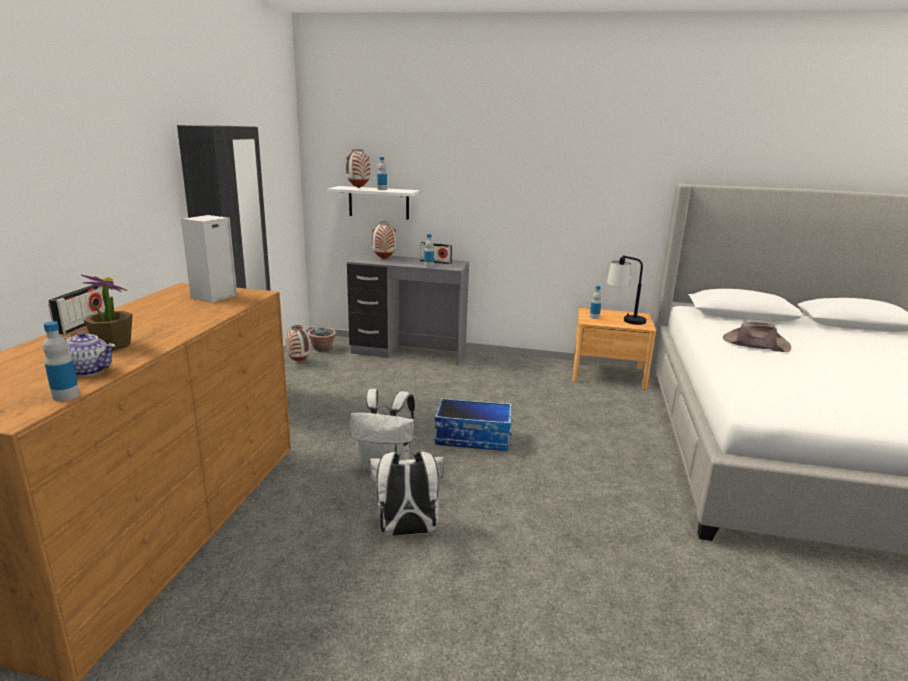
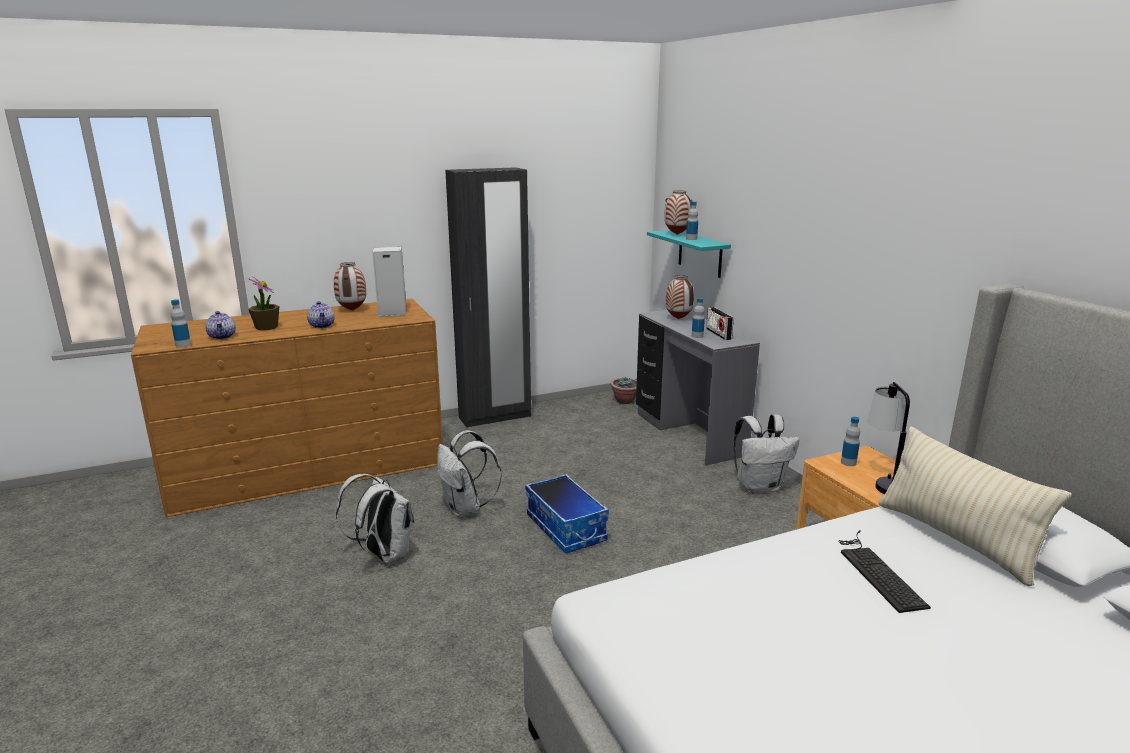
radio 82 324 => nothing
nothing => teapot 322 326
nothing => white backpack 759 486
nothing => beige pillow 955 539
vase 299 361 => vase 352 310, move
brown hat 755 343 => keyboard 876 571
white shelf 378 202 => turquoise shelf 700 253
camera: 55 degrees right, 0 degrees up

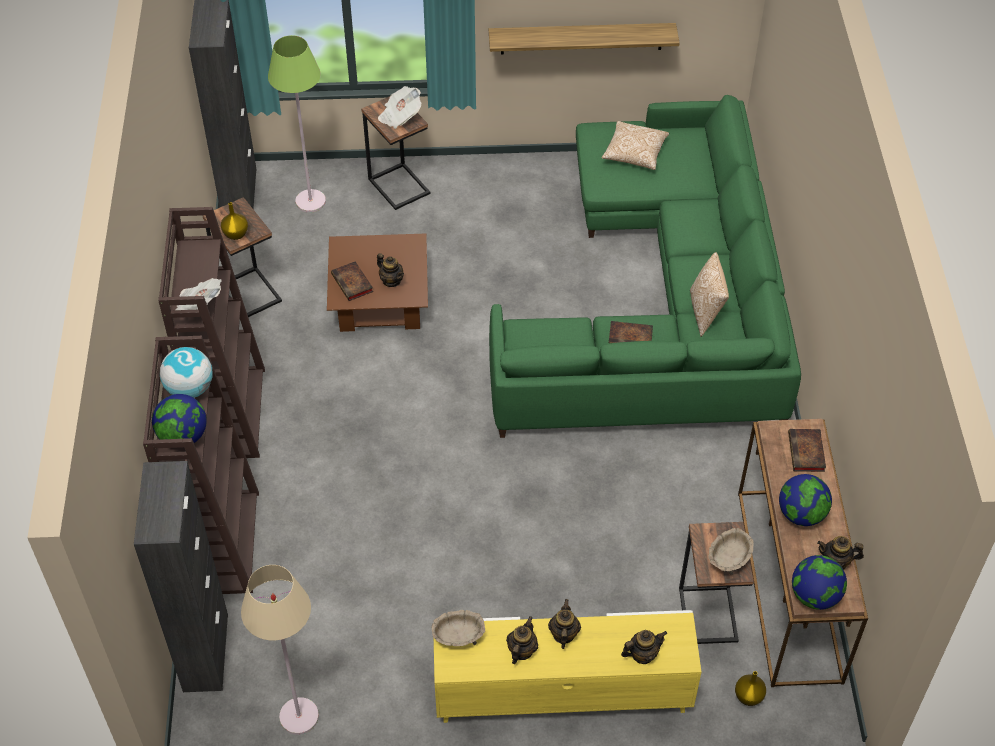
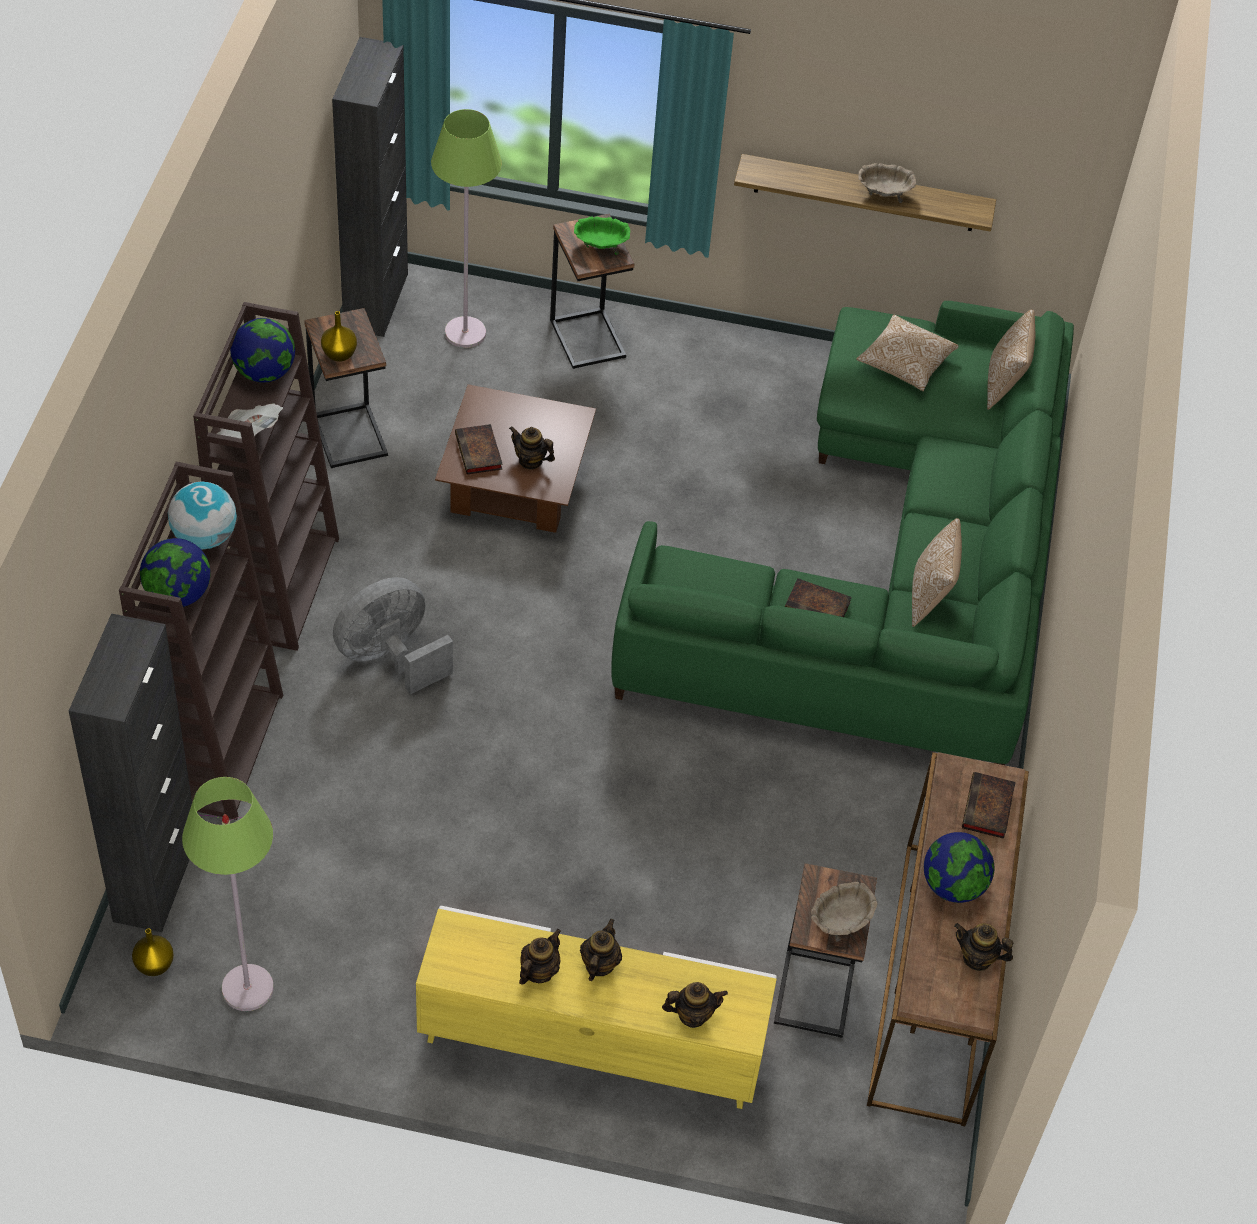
nothing => grey fan 390 658
nothing => pillow 1004 384
beige bowl 458 637 => beige bowl 884 194, move
yellow vase 749 696 => yellow vase 155 965, move
globe 815 596 => globe 264 372, move
newspaper 400 116 => green bowl 601 246
beige floor lamp 298 716 => green floor lamp 247 988
teapot 391 281 => teapot 530 460, 150 degrees clockwise
camera: 10 degrees right, 0 degrees up

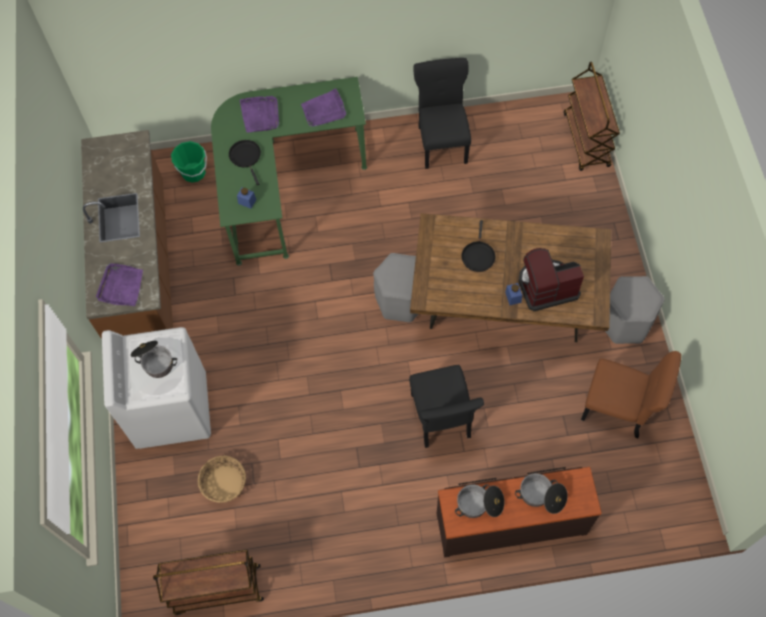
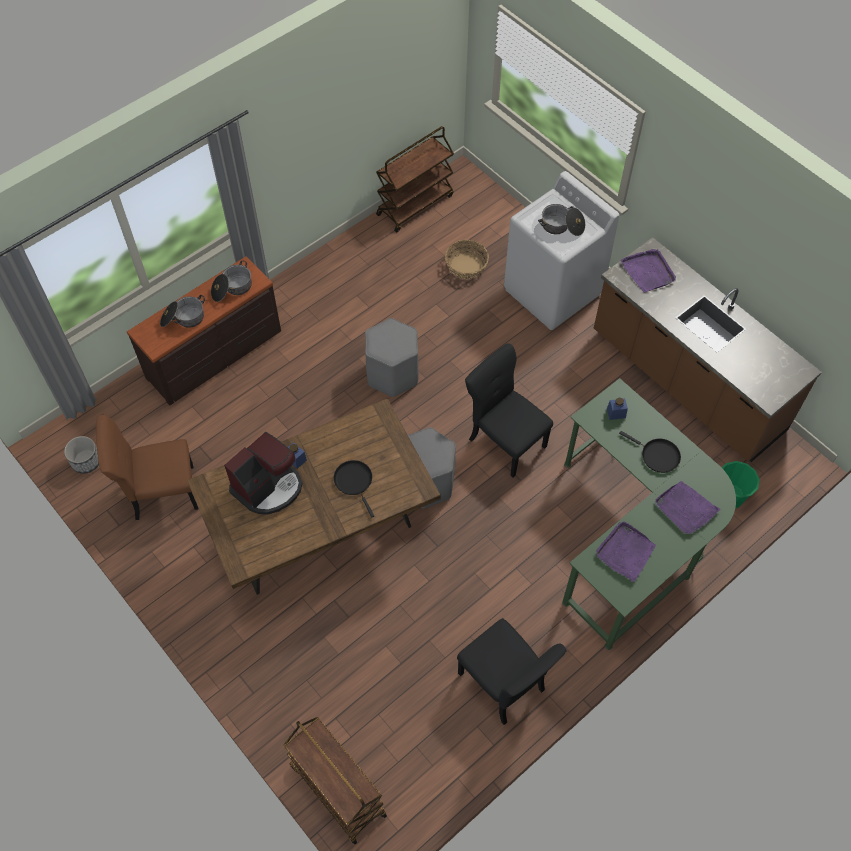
nothing => planter 86 461
black chair 441 419 => black chair 505 441, move
grey stool 625 323 => grey stool 392 374, move
camera: 145 degrees right, 5 degrees down

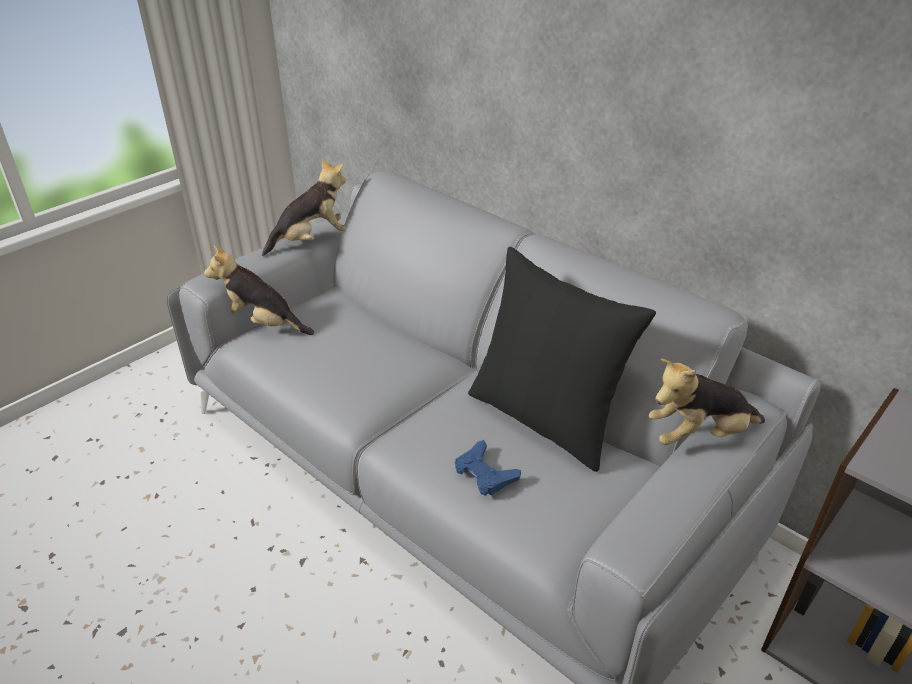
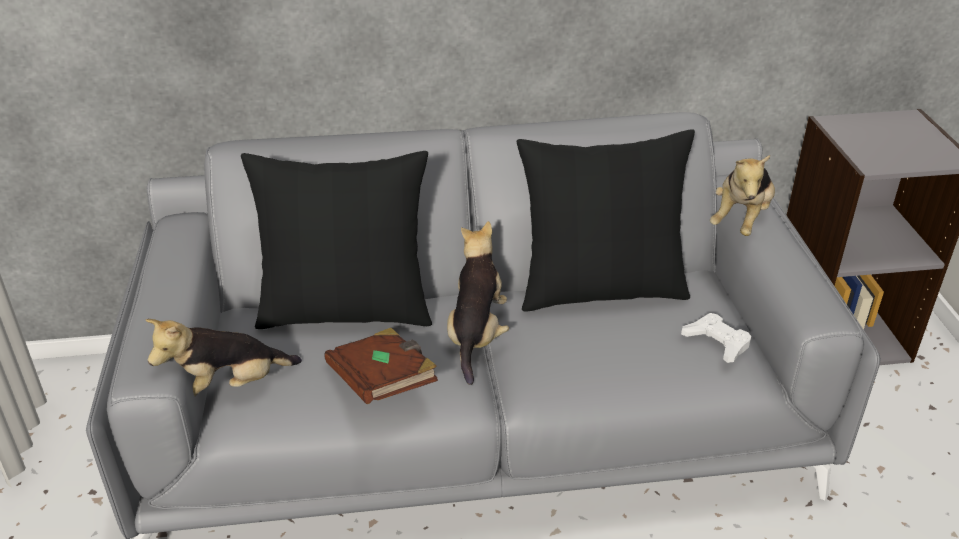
blue game controller 485 473 => nothing
nothing => black pillow 346 310
nothing => brown book 383 382
nothing => white game controller 717 342
plush toy 311 240 => plush toy 476 335, move
camera: 50 degrees left, 0 degrees up

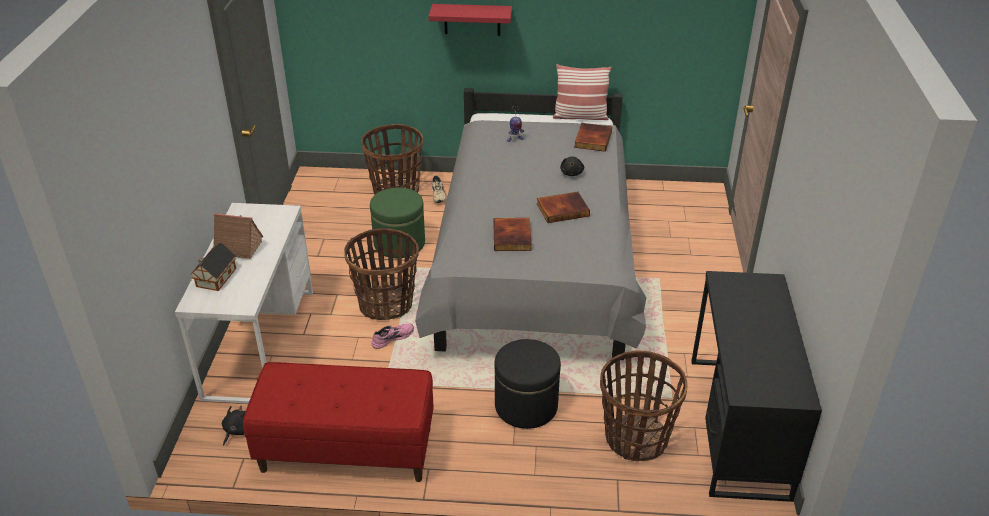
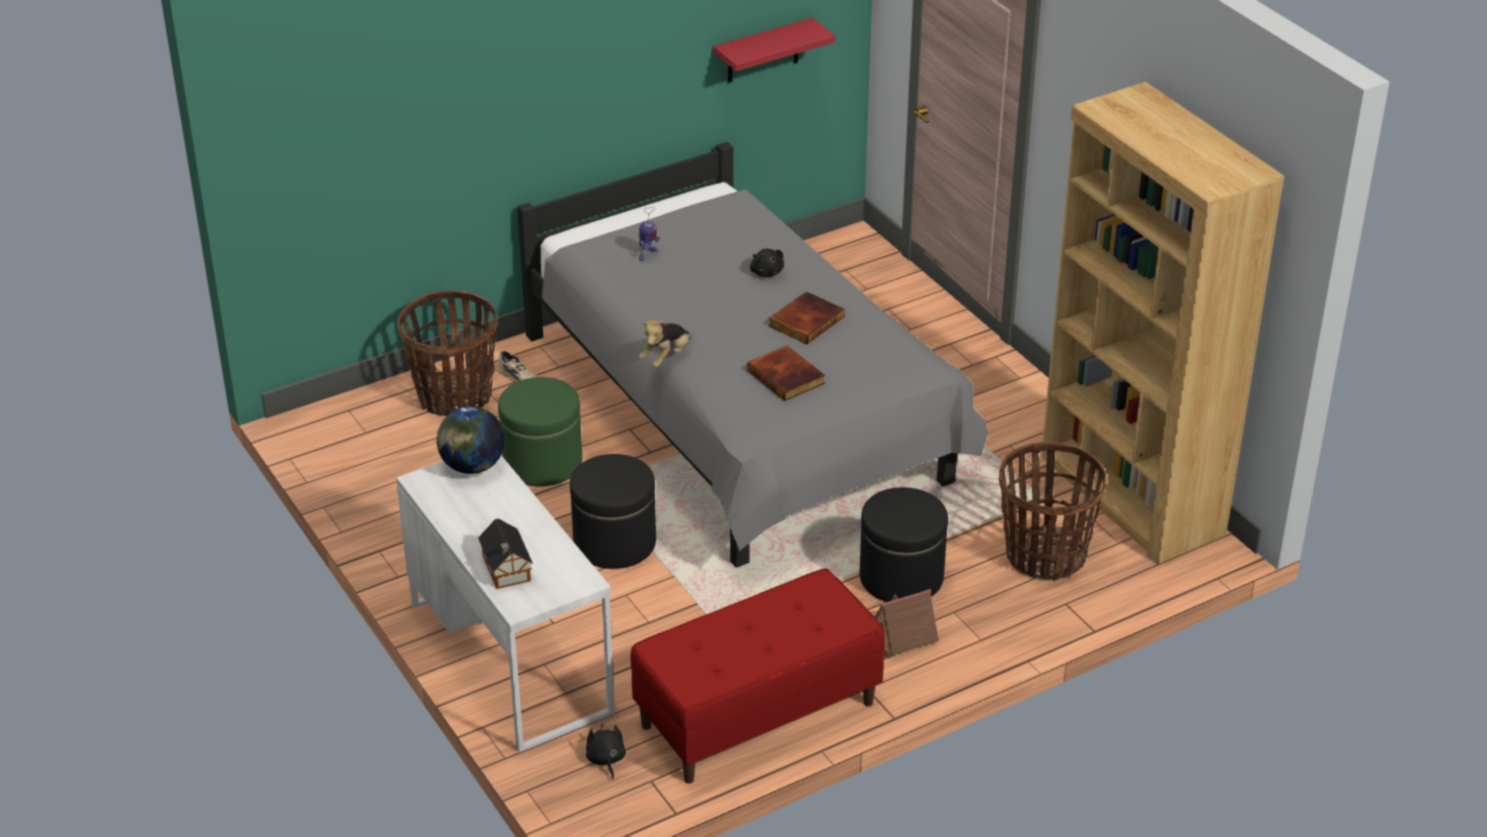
pink shoe 392 337 => nothing
pillow 580 116 => nothing
book 592 139 => nothing
nothing => globe 472 466
nothing => plush toy 666 357
toy house 236 247 => toy house 900 639, move
red shelf 472 19 => red shelf 763 51, move
basket 386 304 => black ottoman 614 543
black desk 737 426 => brown bookcase 1130 496
camera: 35 degrees left, 0 degrees up

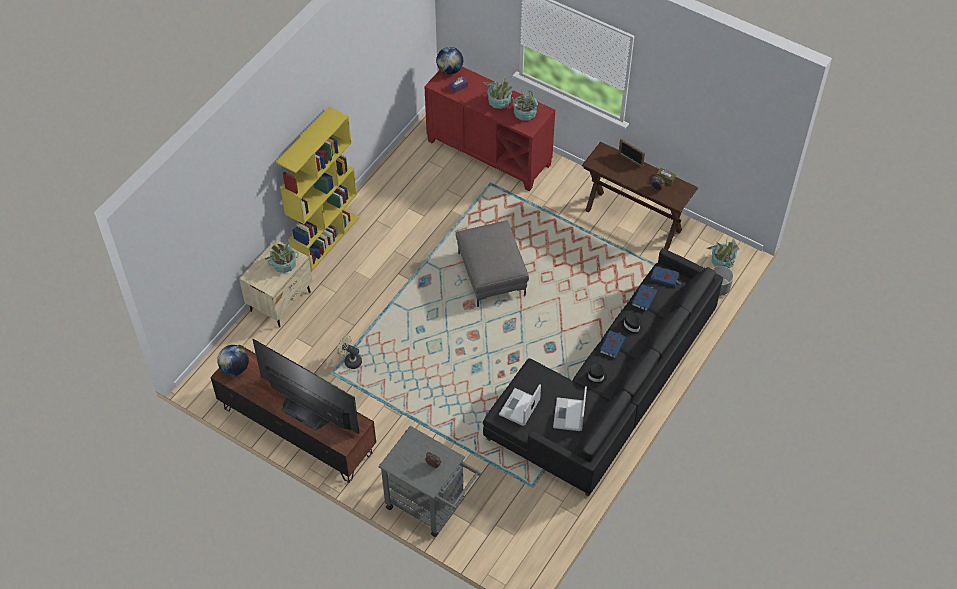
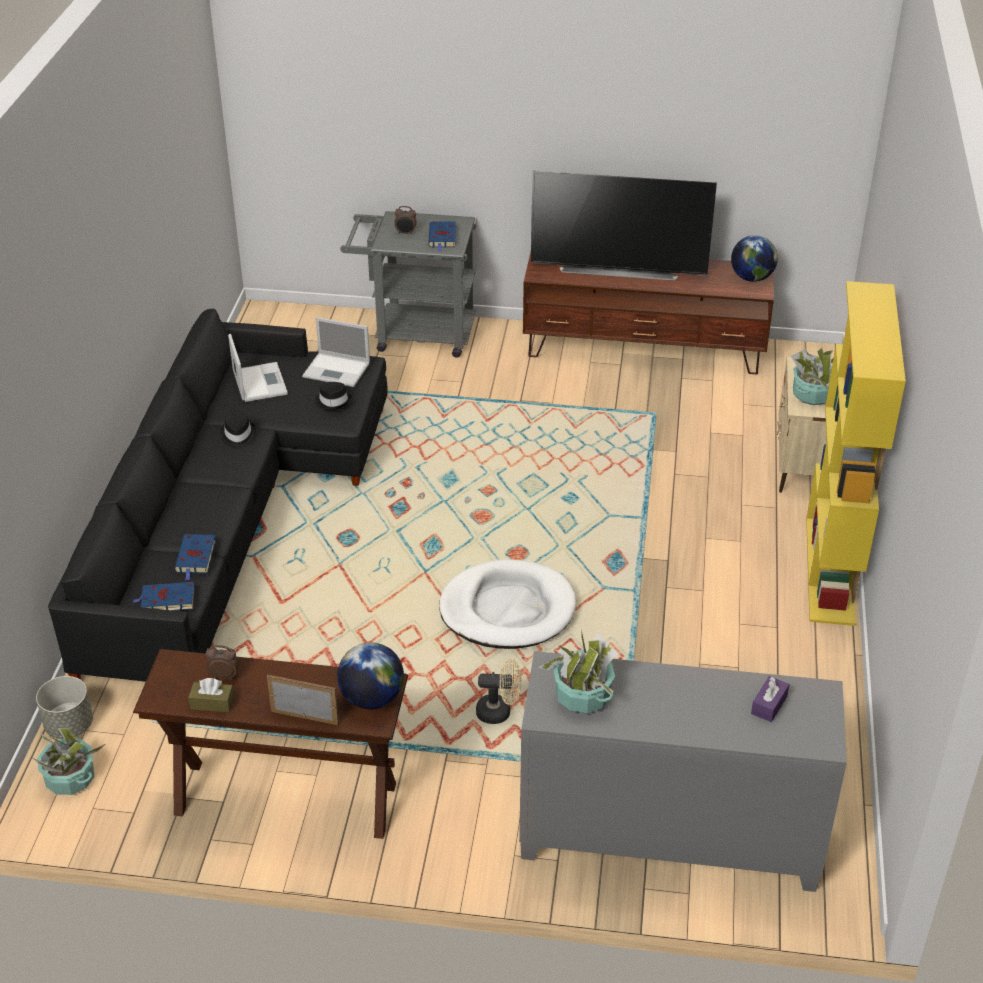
potted plant 499 101 => nothing
beige fan 350 360 => beige fan 499 712, move
globe 450 70 => globe 372 698, move
blue book 612 344 => blue book 442 238, move
black hat 632 326 => black hat 333 401, move
grey ottoman 492 275 => white dog bed 507 609
red cabinet 489 152 => grey cabinet 669 836
laptop 519 408 => laptop 337 370, 105 degrees clockwise
camera: 155 degrees right, 15 degrees down

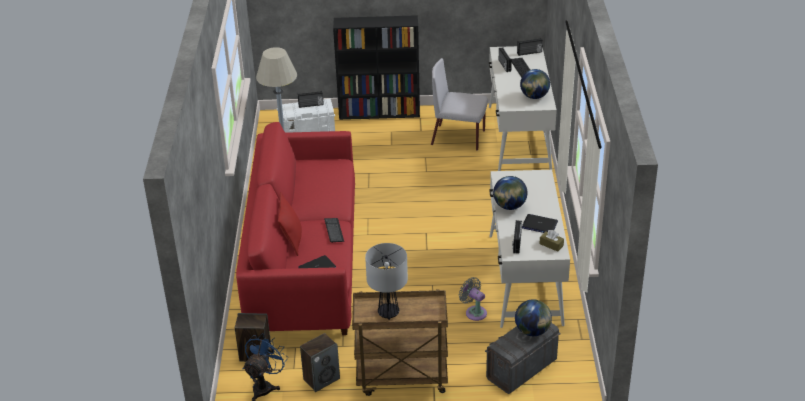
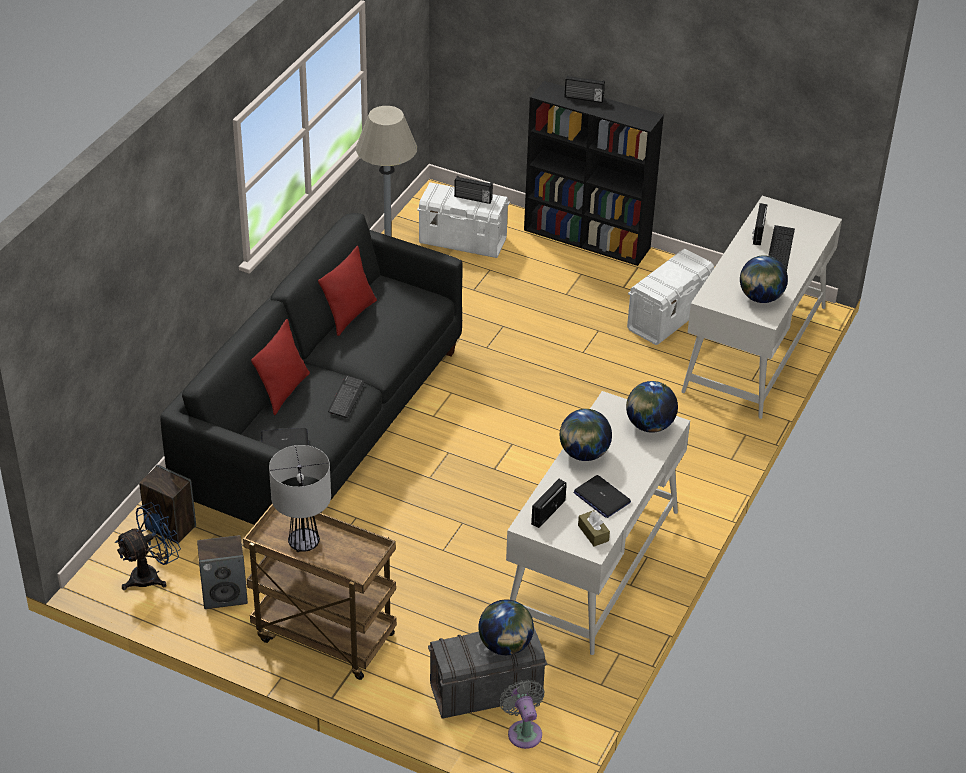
nothing => red pillow 349 315
nothing => globe 649 425
grey fan 474 312 => grey fan 523 731, move
radio 529 53 => radio 584 98, move
grey chair 459 138 => white storage box 668 317
red sofa 304 262 => black sofa 323 424
camera: 25 degrees right, 5 degrees up

